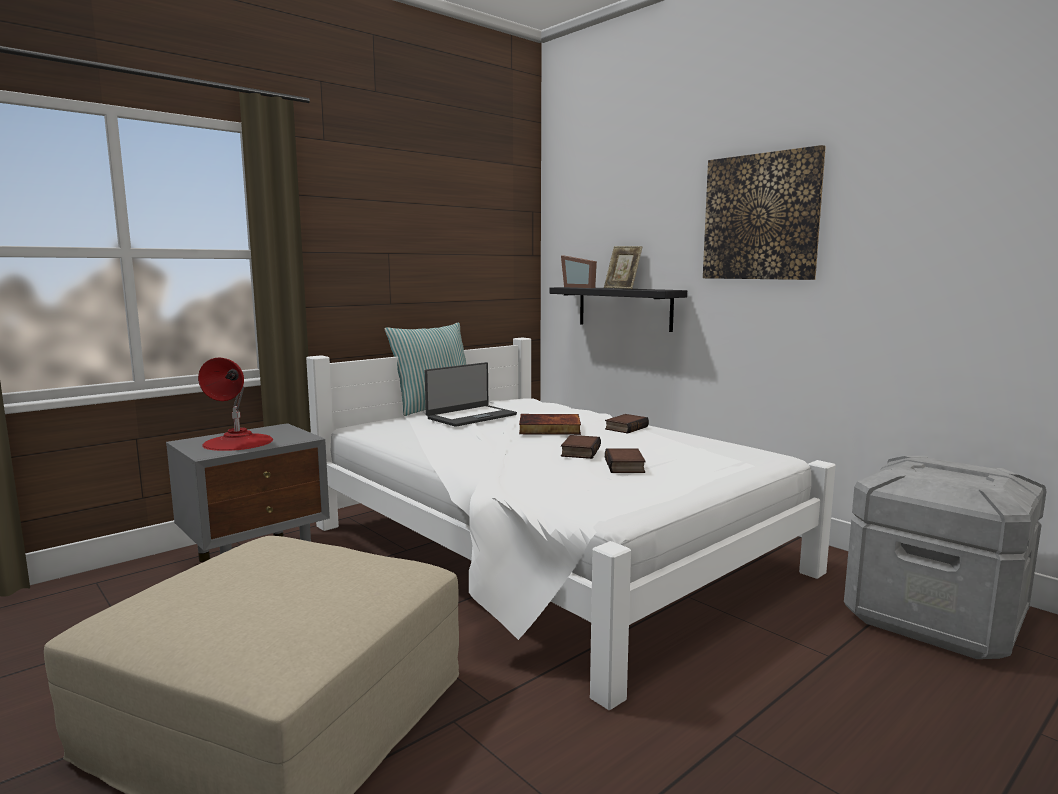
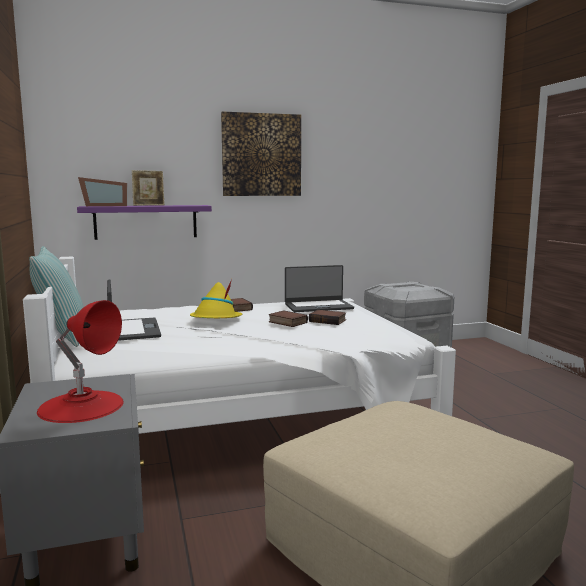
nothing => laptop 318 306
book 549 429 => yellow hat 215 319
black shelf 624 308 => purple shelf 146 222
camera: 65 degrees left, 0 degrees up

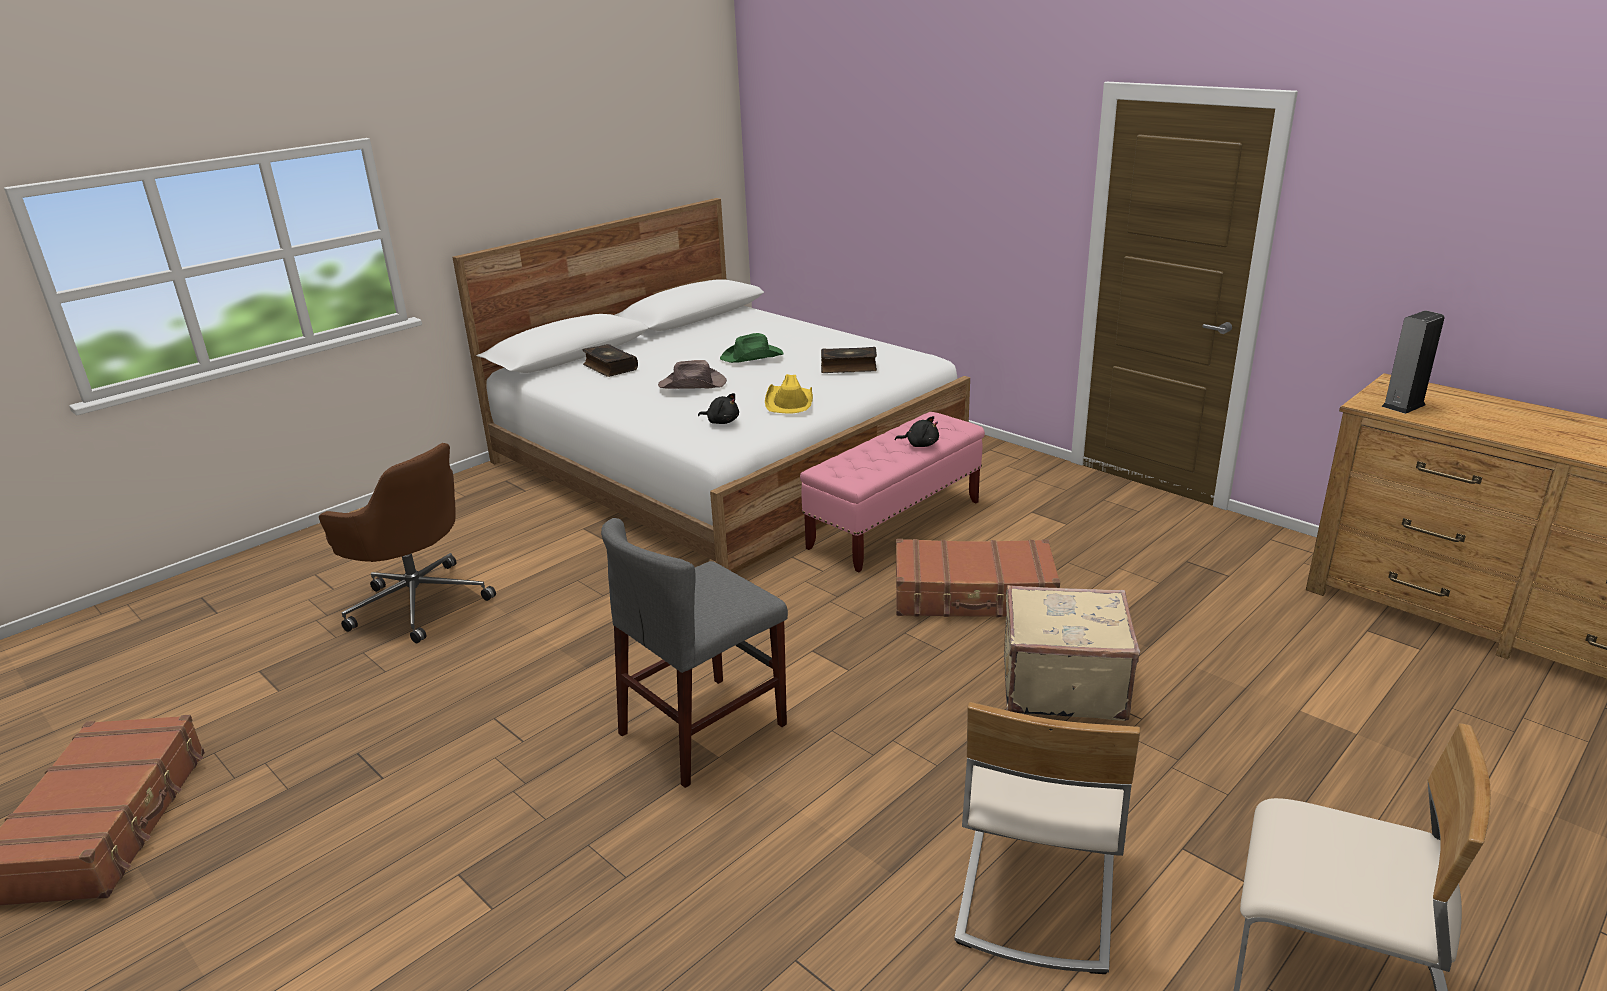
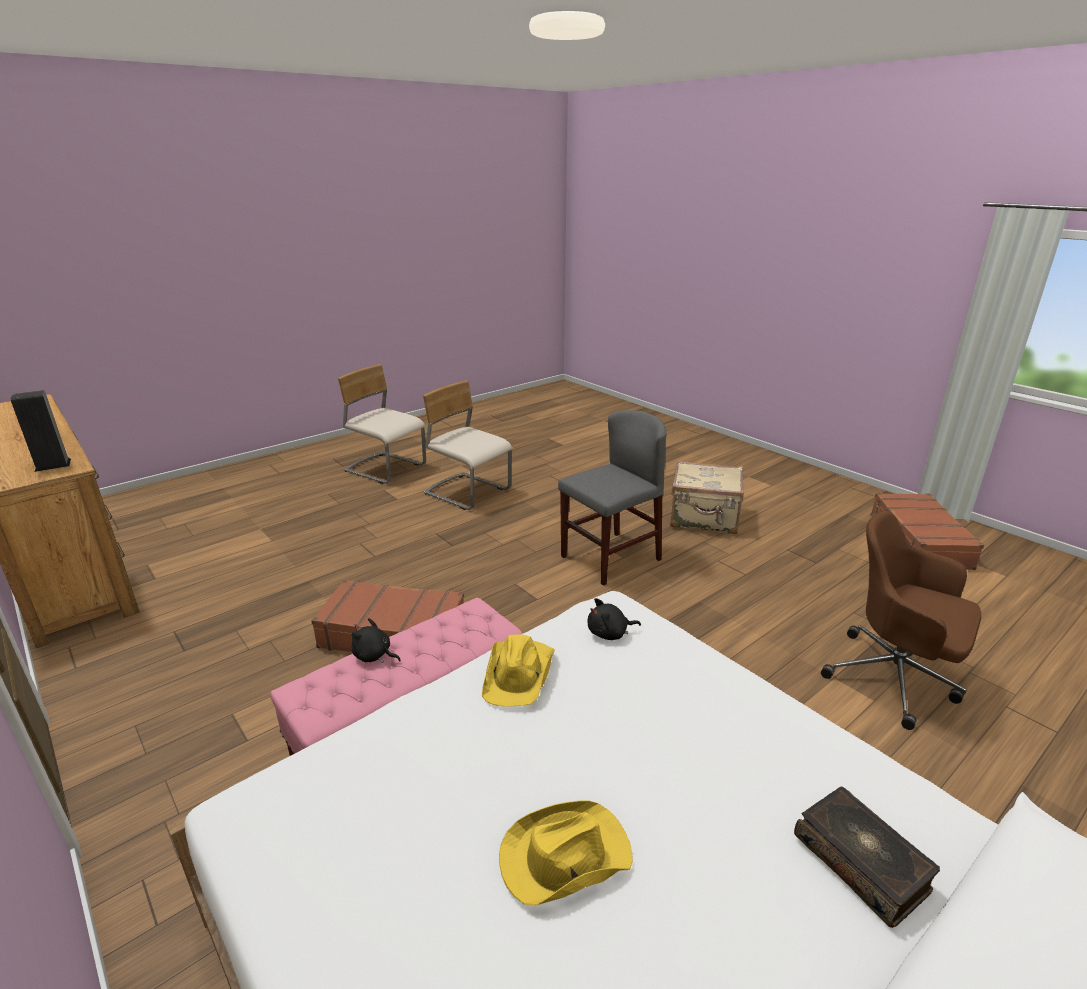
brown hat 693 384 => nothing
book 848 367 => nothing
beige suitcase 1061 685 => beige suitcase 704 519, move
green hat 752 357 => yellow hat 563 856
black plush toy 721 422 => black plush toy 610 633, 45 degrees counterclockwise
beige chair 1035 892 => beige chair 468 492, 75 degrees counterclockwise
camera: 175 degrees left, 0 degrees up

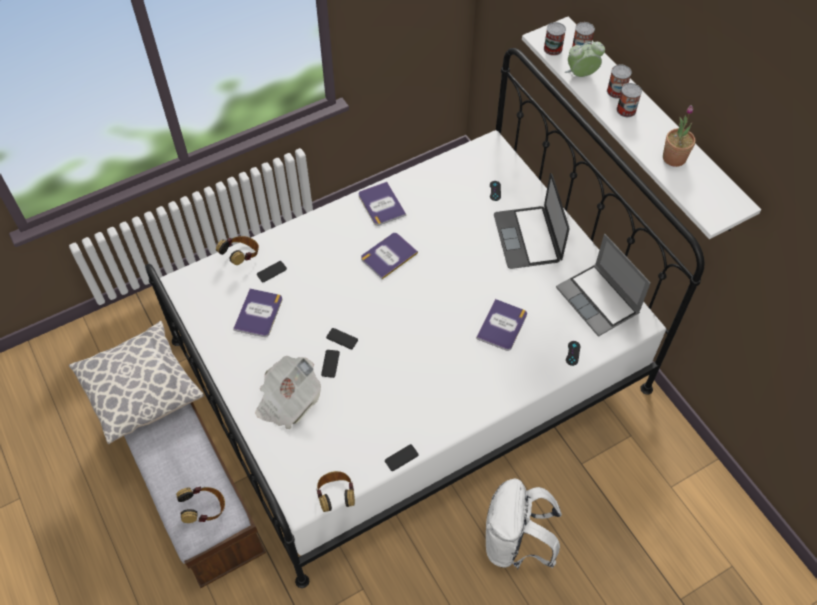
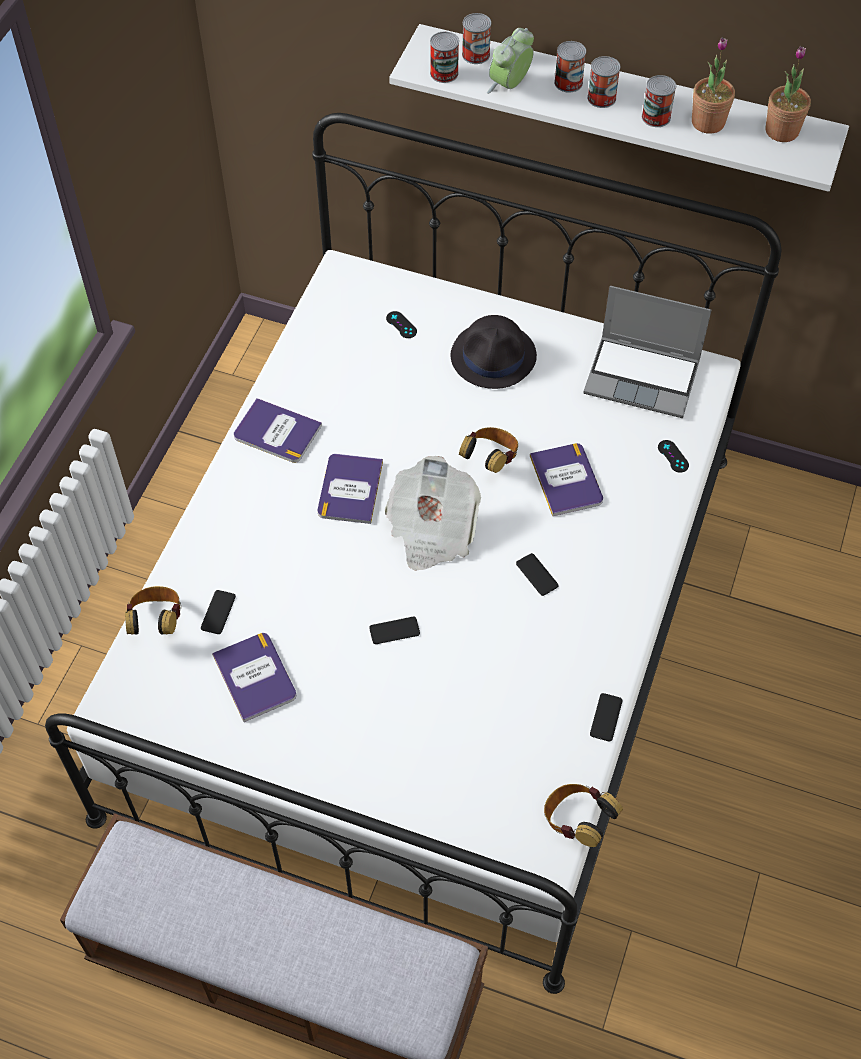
pillow 140 390 => nothing
white backpack 515 543 => nothing
nothing => can 656 117
nothing => potted plant 782 131
headphones 205 509 => headphones 490 460, move
newspaper 288 401 => newspaper 431 530, move
phone 330 363 => phone 537 575, move
laptop 527 237 => black hat 494 356
camera: 40 degrees left, 0 degrees up

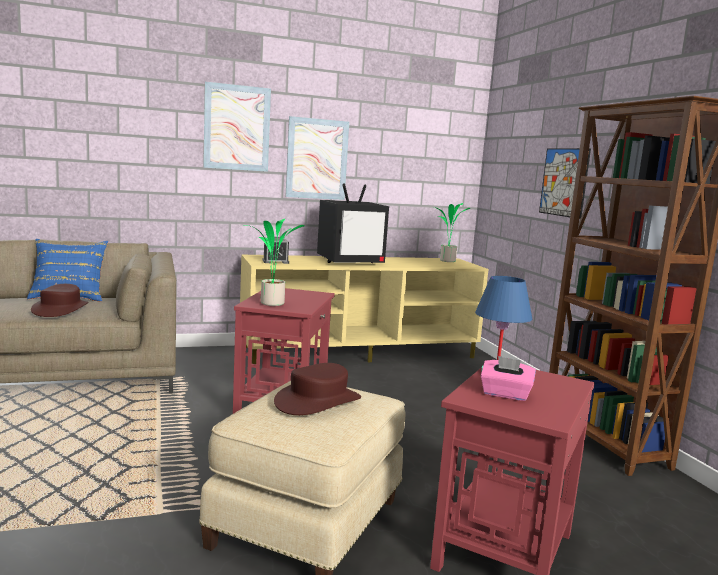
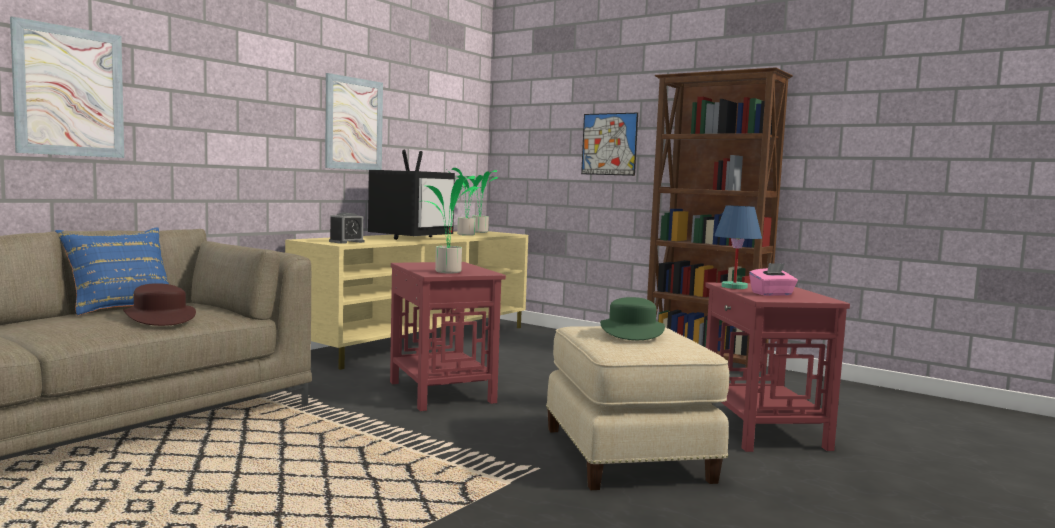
nothing => potted plant 464 234
picture 237 128 => picture 69 91, move
brown hat 318 401 => green hat 631 331
camera: 35 degrees left, 5 degrees down

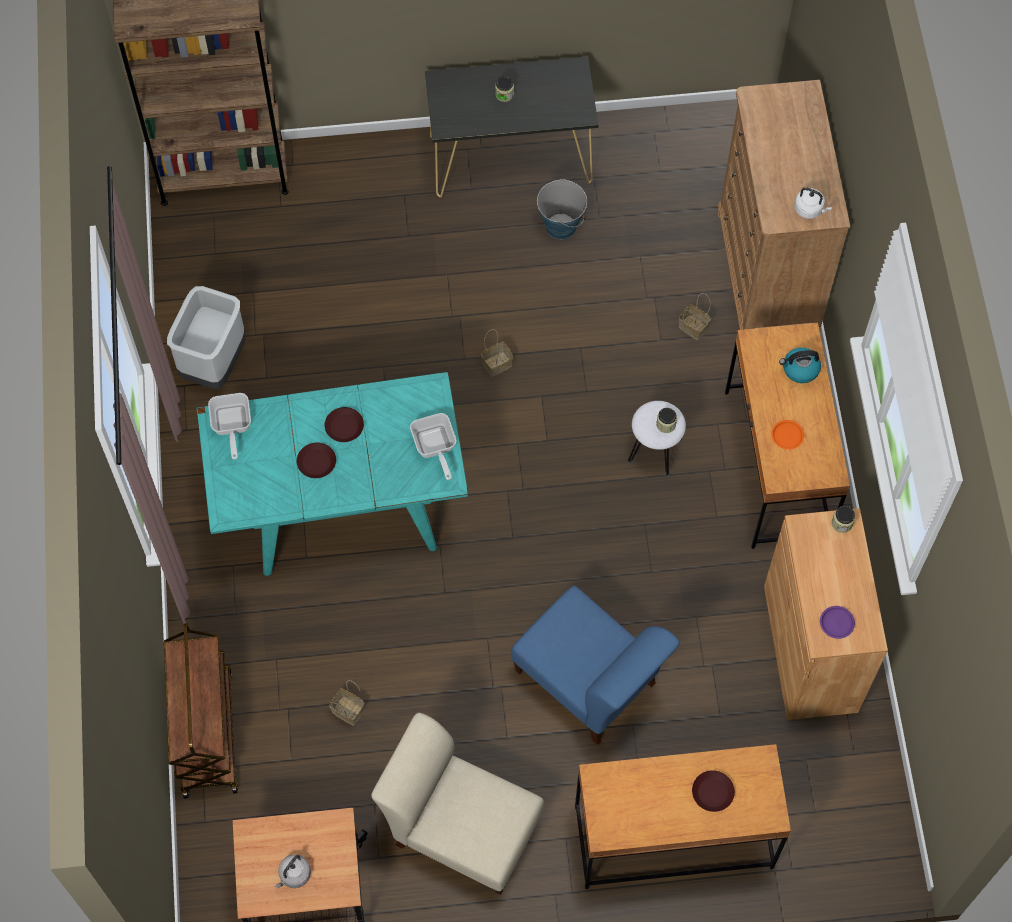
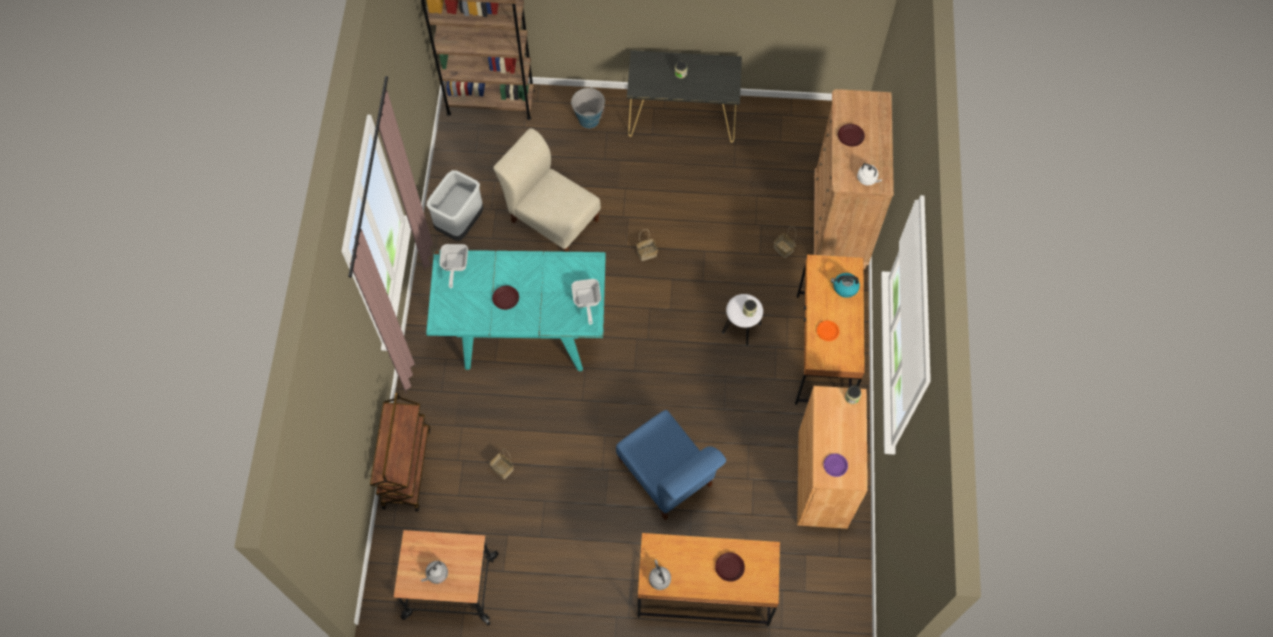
nothing => grey kettle 659 578
brown plate 344 426 => brown plate 850 136, move
beige chair 462 828 => beige chair 552 218, move
bucket 561 225 => bucket 589 119, move
camera: 10 degrees right, 0 degrees up

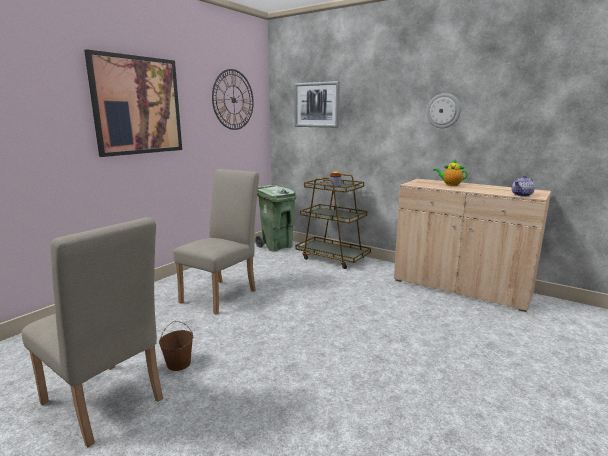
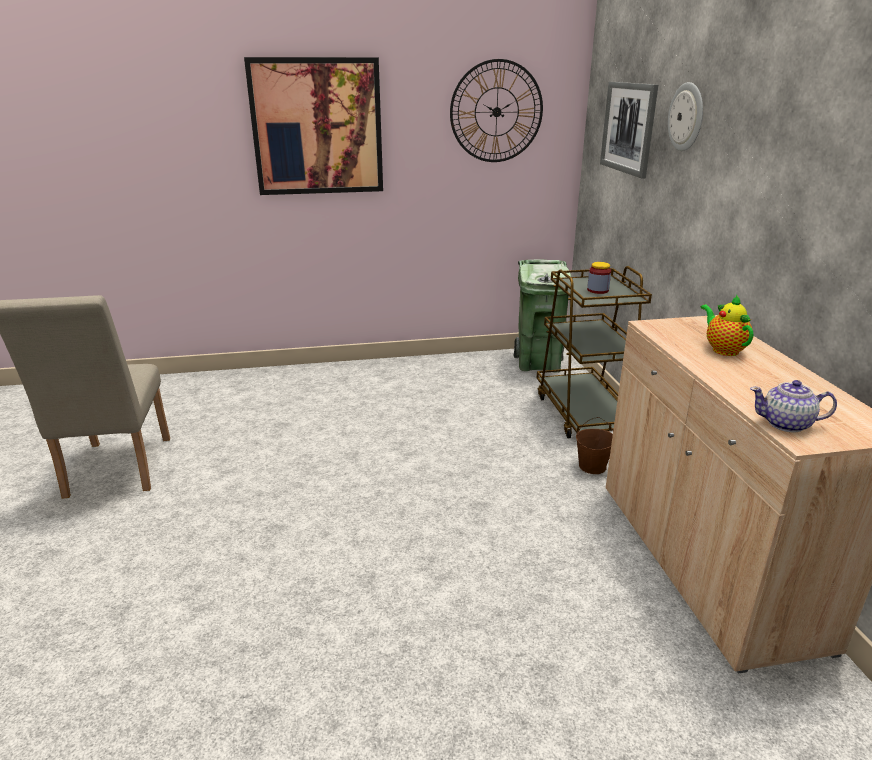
beige chair 223 294 => nothing
brown bucket 178 363 => brown bucket 592 466, move
wall clock 443 111 => wall clock 687 117, move
camera: 45 degrees right, 10 degrees up

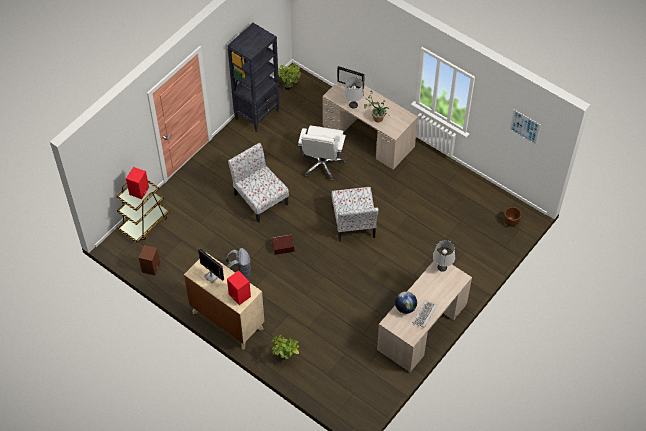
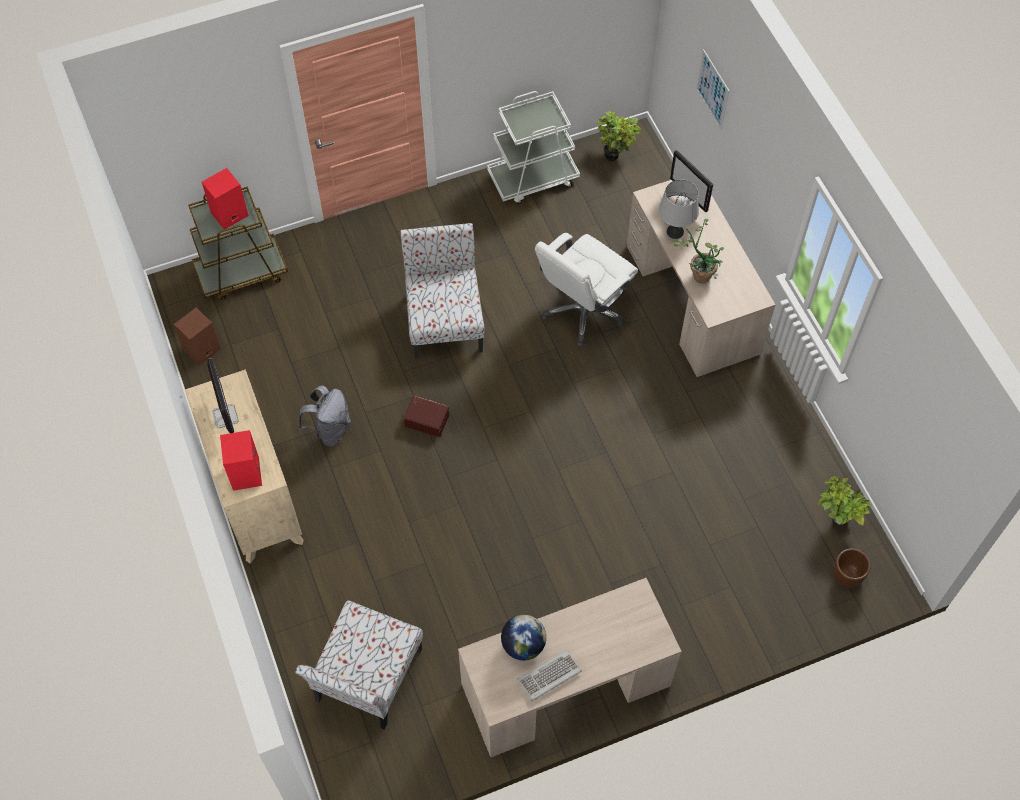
grey table lamp 442 267 => nothing
potted plant 285 357 => potted plant 835 519, move
chair 354 223 => chair 367 677, move
picture 525 127 => picture 712 89, move
black bookcase 257 114 => white cart 533 178
camera: 30 degrees right, 5 degrees up

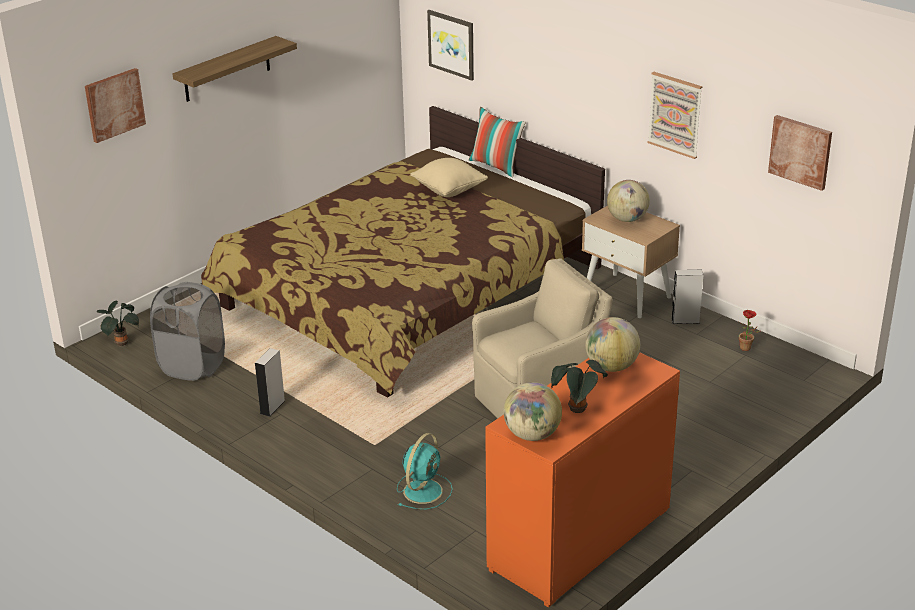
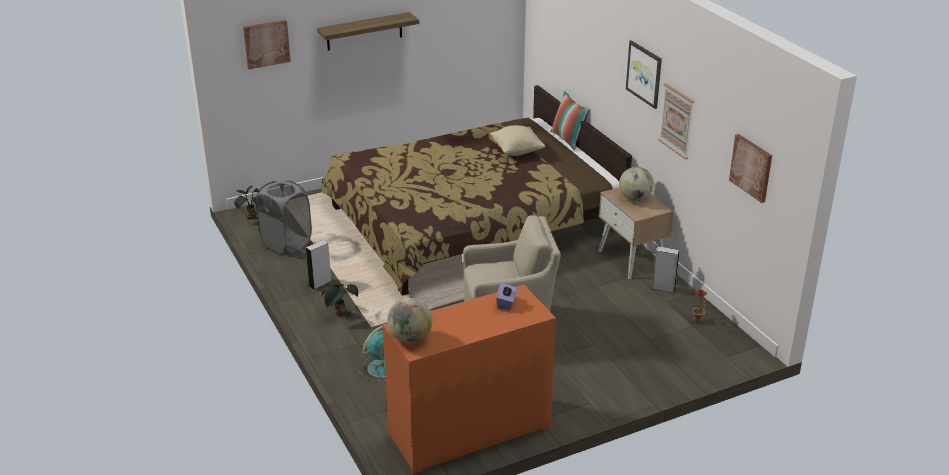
picture 451 44 => picture 644 74, move
potted plant 577 410 => potted plant 340 314, move
globe 611 366 => purple tissue box 506 303
camera: 20 degrees right, 0 degrees up

